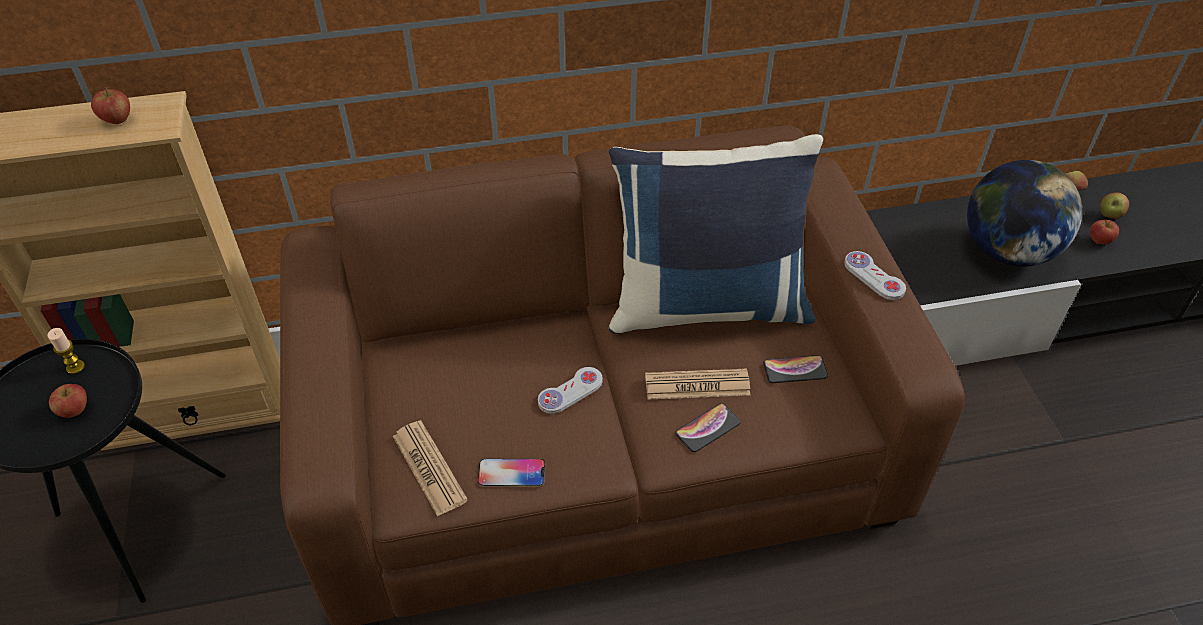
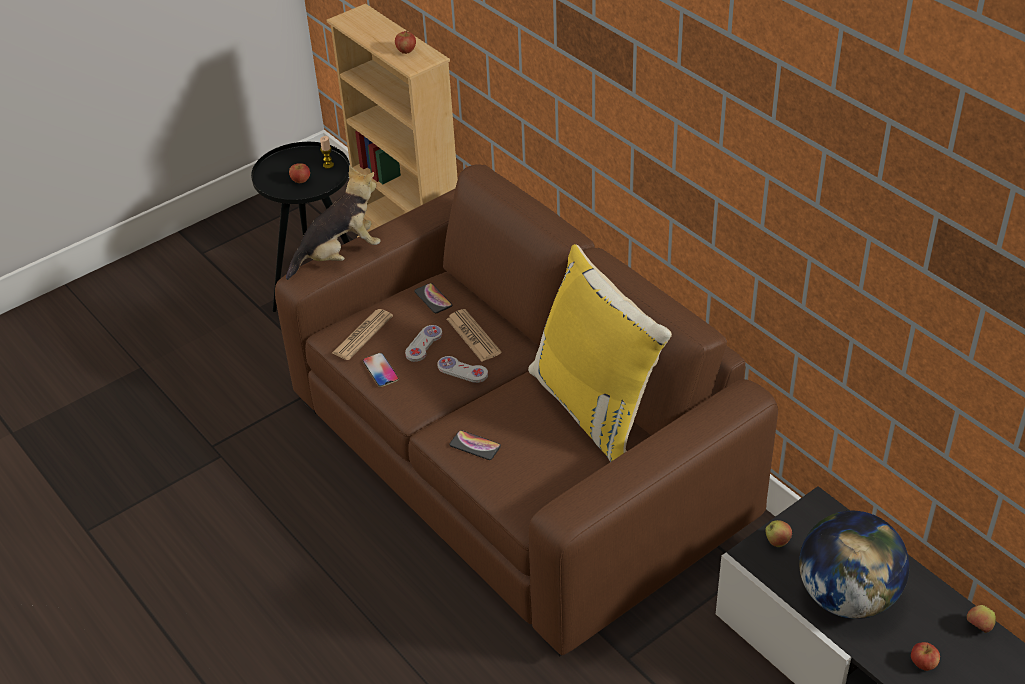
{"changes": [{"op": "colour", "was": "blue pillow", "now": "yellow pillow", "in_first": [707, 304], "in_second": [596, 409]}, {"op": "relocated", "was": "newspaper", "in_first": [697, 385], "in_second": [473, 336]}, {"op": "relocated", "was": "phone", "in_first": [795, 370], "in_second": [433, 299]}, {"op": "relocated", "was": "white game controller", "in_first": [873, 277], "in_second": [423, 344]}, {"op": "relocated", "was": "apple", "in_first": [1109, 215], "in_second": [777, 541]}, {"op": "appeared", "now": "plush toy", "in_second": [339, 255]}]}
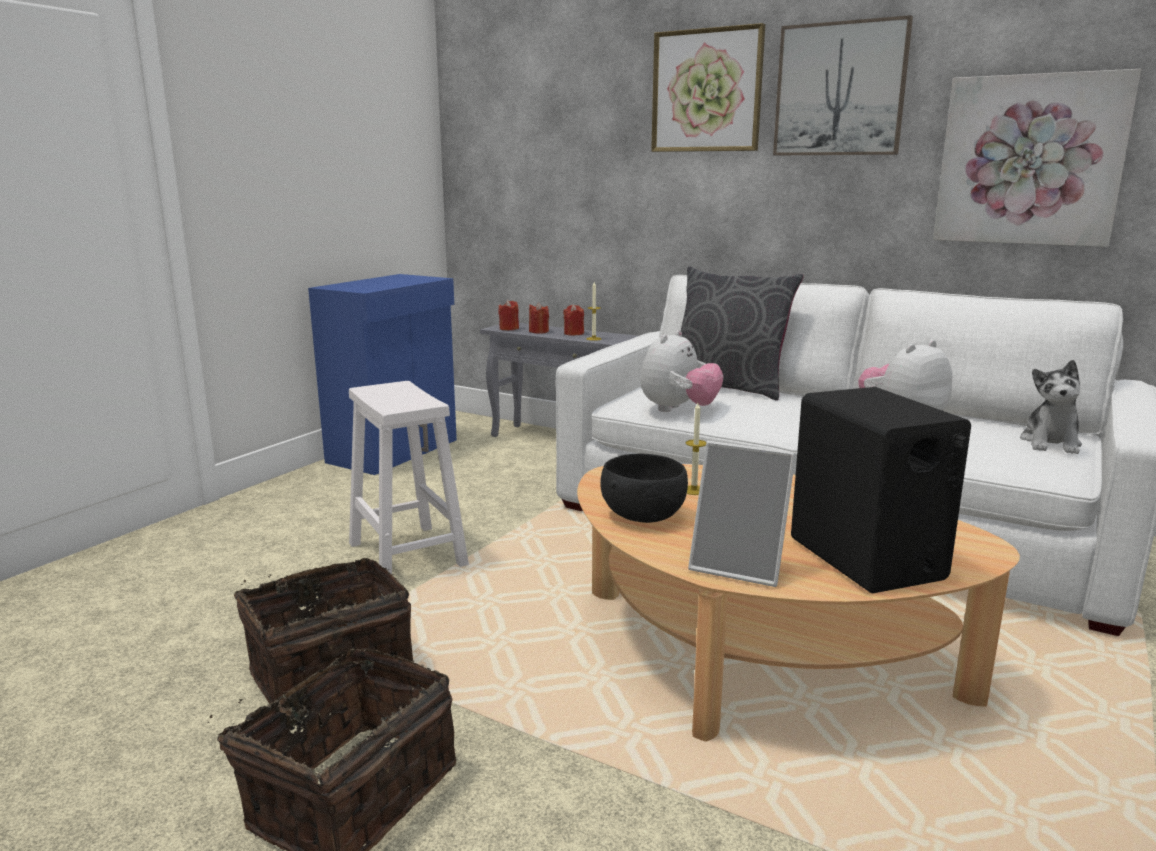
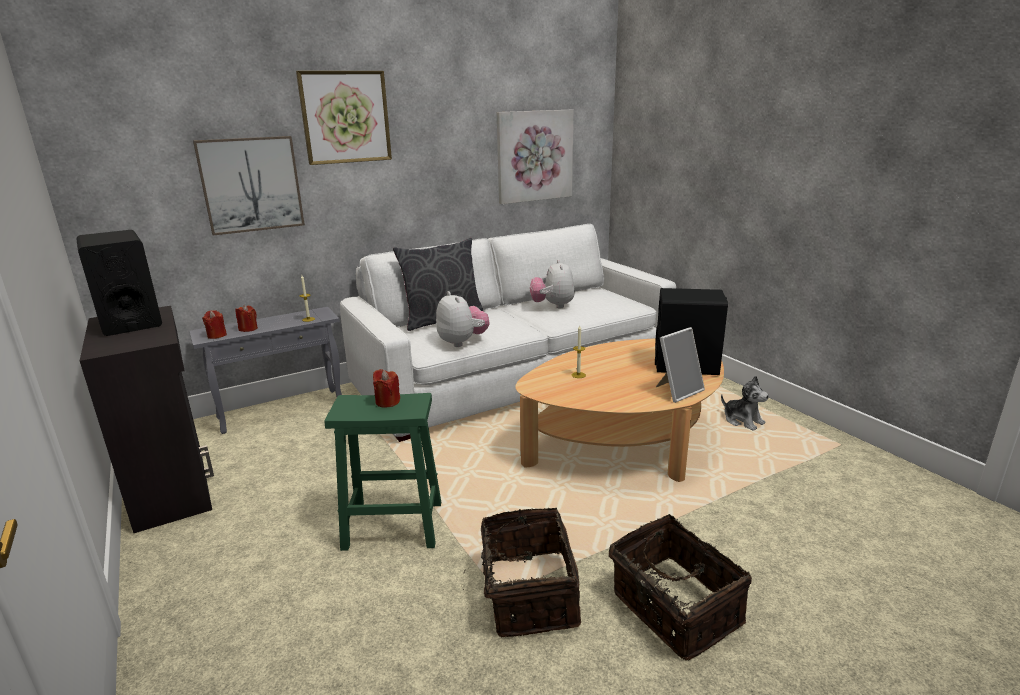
{"changes": [{"op": "colour", "was": "blue cabinet", "now": "black cabinet", "in_first": [395, 451], "in_second": [173, 487]}, {"op": "colour", "was": "white stool", "now": "green stool", "in_first": [406, 553], "in_second": [391, 525]}, {"op": "relocated", "was": "red candle", "in_first": [574, 333], "in_second": [387, 402]}, {"op": "missing", "was": "black bowl", "in_first": [642, 515]}, {"op": "relocated", "was": "picture", "in_first": [840, 90], "in_second": [251, 184]}, {"op": "relocated", "was": "plush toy", "in_first": [1050, 443], "in_second": [742, 421]}, {"op": "appeared", "now": "black speaker", "in_second": [130, 321]}]}
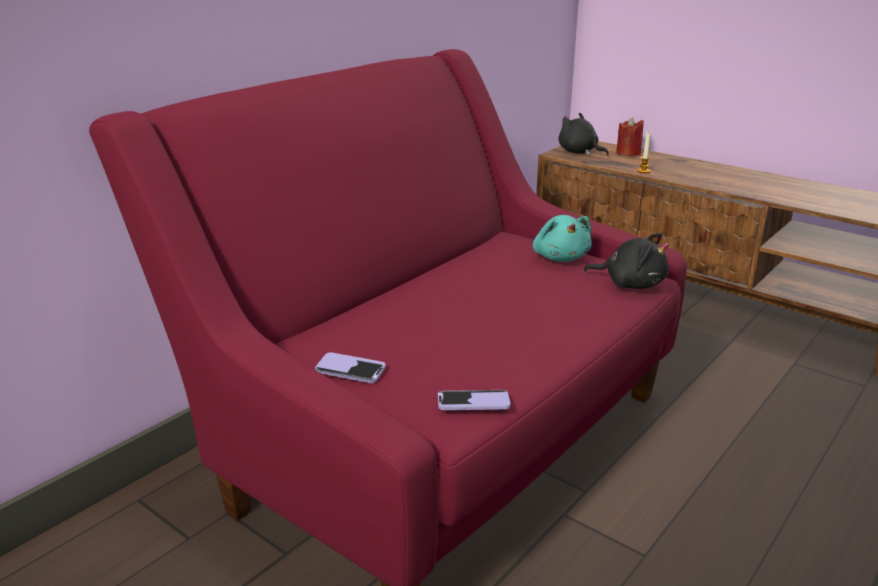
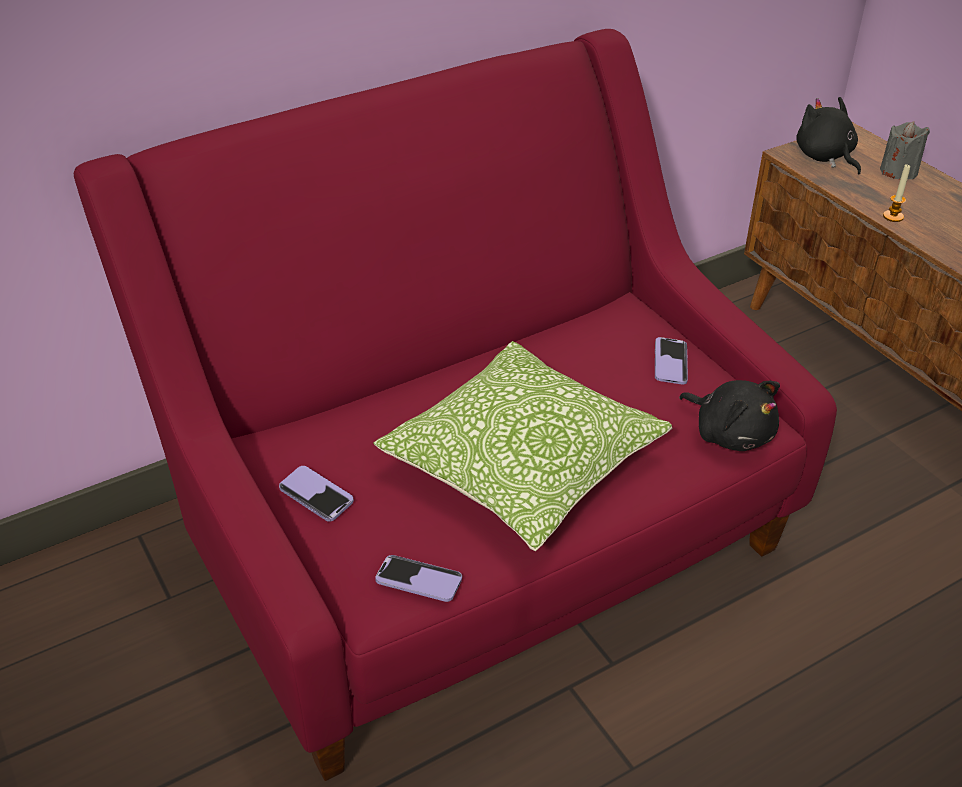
{"changes": [{"op": "exchanged", "was": "turquoise plush toy", "now": "phone", "in_first": [560, 257], "in_second": [670, 362]}, {"op": "colour", "was": "red candle", "now": "grey candle", "in_first": [628, 153], "in_second": [898, 171]}, {"op": "appeared", "now": "pillow", "in_second": [523, 464]}]}
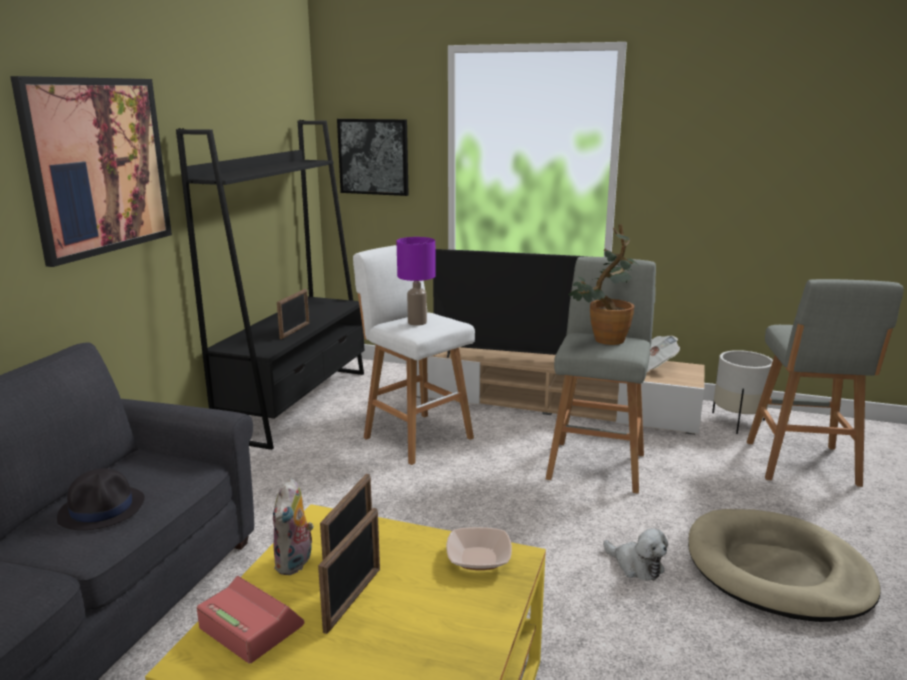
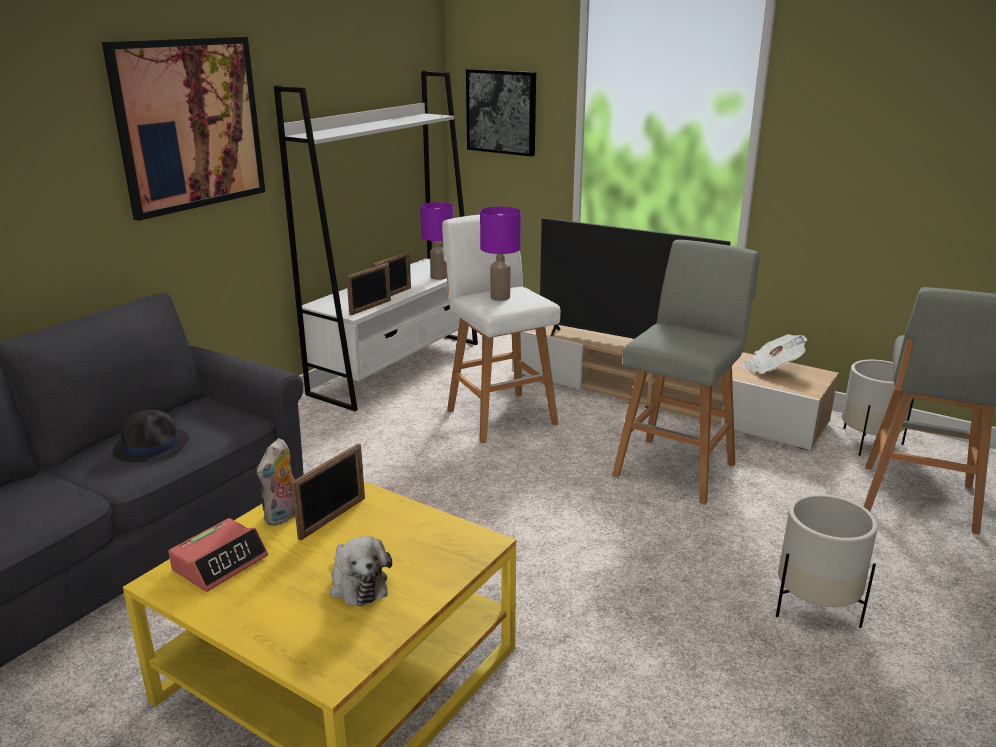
{"changes": [{"op": "colour", "was": "black bookcase", "now": "white bookcase", "in_first": [296, 403], "in_second": [398, 367]}, {"op": "spun", "was": "alarm clock", "in_first": [250, 627], "in_second": [220, 563], "clockwise": 75}, {"op": "relocated", "was": "picture frame", "in_first": [353, 599], "in_second": [370, 307]}, {"op": "missing", "was": "bowl", "in_first": [478, 558]}, {"op": "missing", "was": "potted plant", "in_first": [602, 341]}, {"op": "relocated", "was": "plush toy", "in_first": [636, 566], "in_second": [357, 583]}, {"op": "exchanged", "was": "beige dog bed", "now": "white planter", "in_first": [777, 570], "in_second": [815, 607]}, {"op": "appeared", "now": "purple table lamp", "in_second": [438, 277]}]}
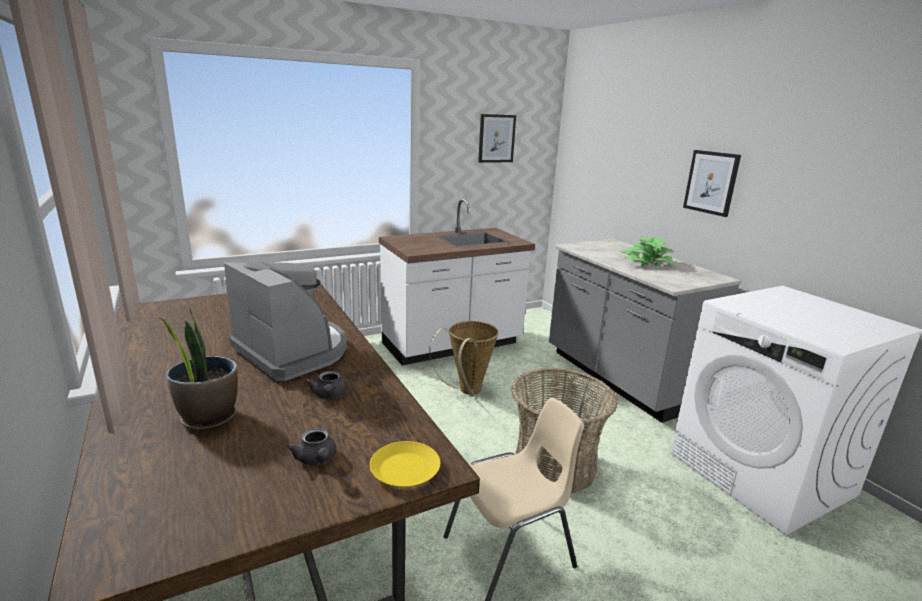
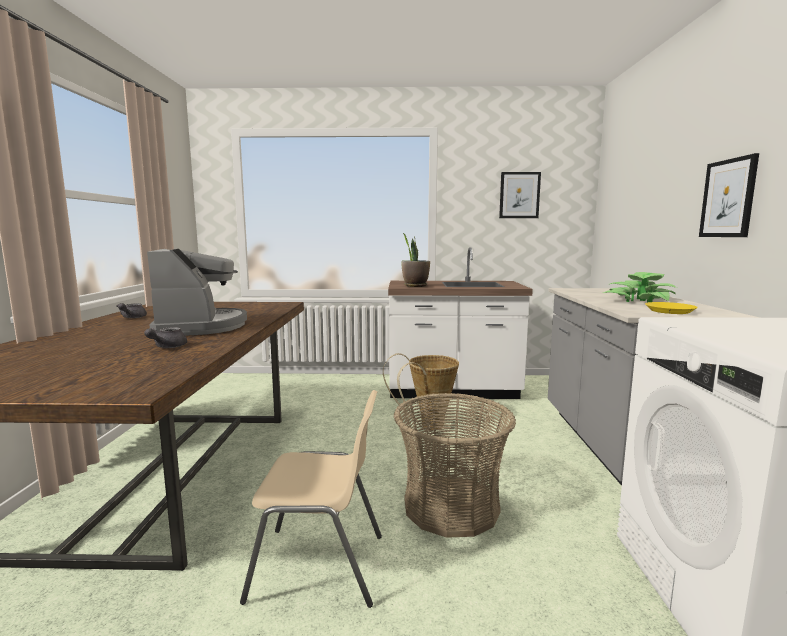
{"changes": [{"op": "relocated", "was": "potted plant", "in_first": [208, 418], "in_second": [415, 286]}, {"op": "relocated", "was": "grey teapot", "in_first": [316, 460], "in_second": [132, 317]}, {"op": "relocated", "was": "yellow plate", "in_first": [404, 469], "in_second": [669, 311]}]}
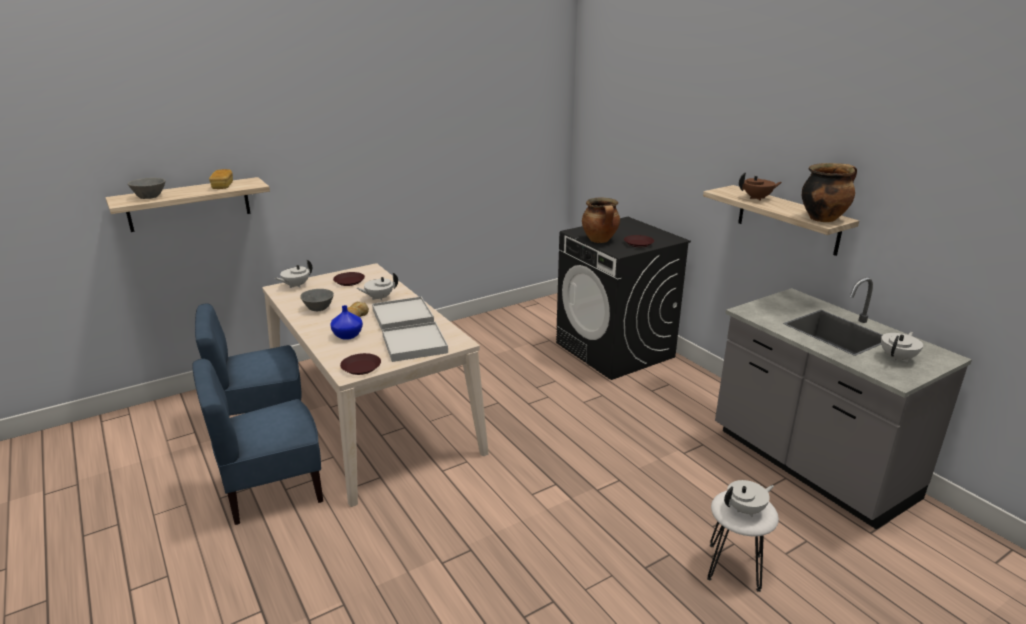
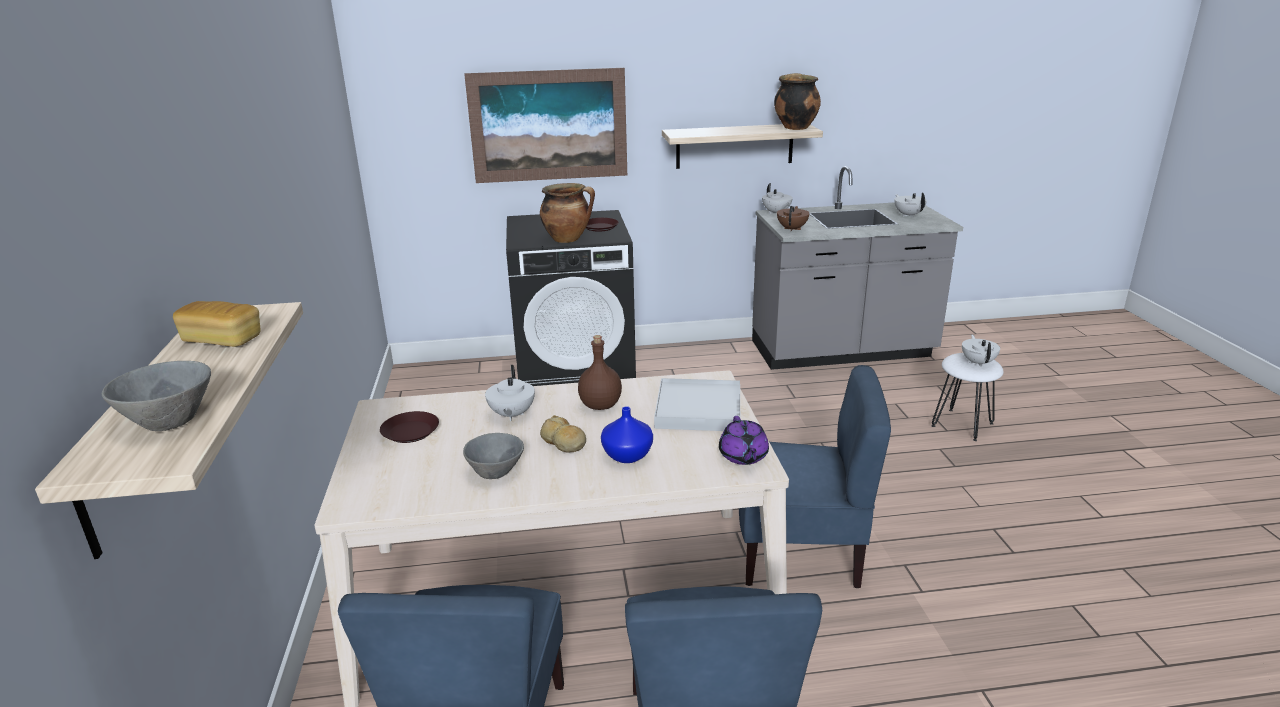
{"changes": [{"op": "relocated", "was": "white teapot", "in_first": [296, 286], "in_second": [776, 213]}, {"op": "exchanged", "was": "brown plate", "now": "purple teapot", "in_first": [361, 367], "in_second": [743, 456]}, {"op": "exchanged", "was": "white tray", "now": "brown bottle", "in_first": [402, 317], "in_second": [600, 406]}, {"op": "relocated", "was": "brown teapot", "in_first": [757, 198], "in_second": [792, 229]}, {"op": "appeared", "now": "picture", "in_second": [548, 126]}, {"op": "appeared", "now": "blue chair", "in_second": [800, 553]}]}
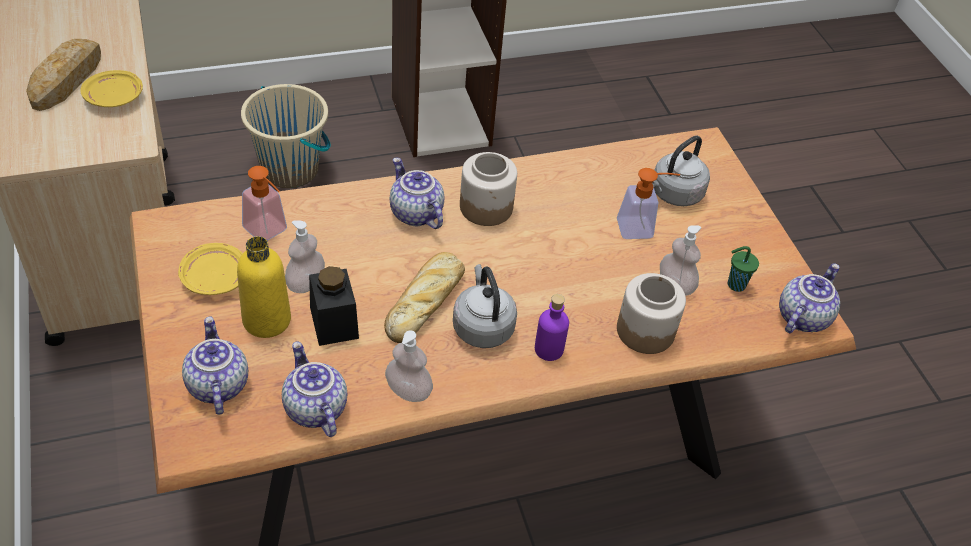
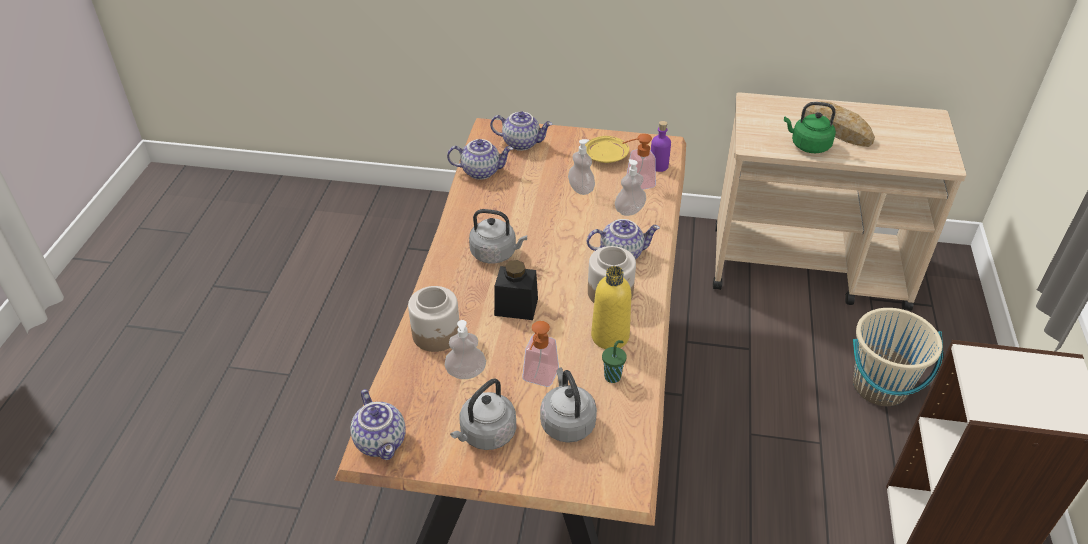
{"changes": [{"op": "exchanged", "was": "yellow plate", "now": "green kettle", "in_first": [115, 97], "in_second": [808, 145]}, {"op": "relocated", "was": "yellow bottle", "in_first": [266, 320], "in_second": [610, 336]}, {"op": "relocated", "was": "black jar", "in_first": [334, 323], "in_second": [516, 307]}, {"op": "missing", "was": "bread", "in_first": [426, 300]}, {"op": "relocated", "was": "soap dispenser", "in_first": [408, 391], "in_second": [629, 210]}, {"op": "relocated", "was": "purple bottle", "in_first": [548, 349], "in_second": [658, 166]}, {"op": "relocated", "was": "green cup", "in_first": [735, 284], "in_second": [613, 376]}, {"op": "appeared", "now": "grey kettle", "in_second": [486, 435]}]}
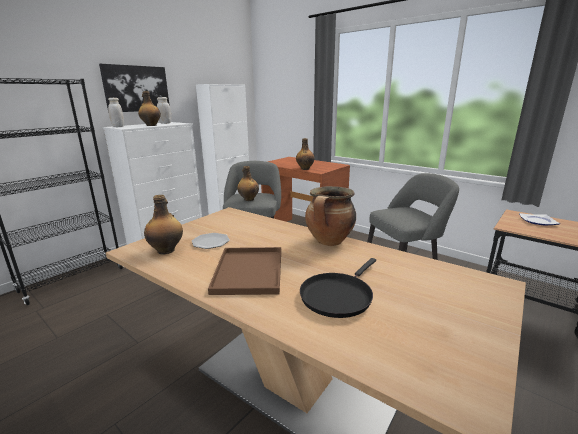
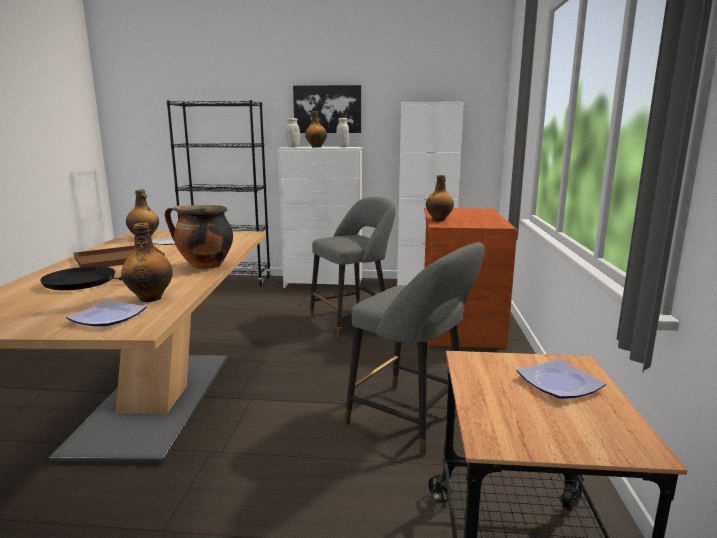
{"changes": [{"op": "relocated", "was": "bottle", "in_first": [248, 199], "in_second": [150, 298]}, {"op": "appeared", "now": "plate", "in_second": [106, 318]}]}
